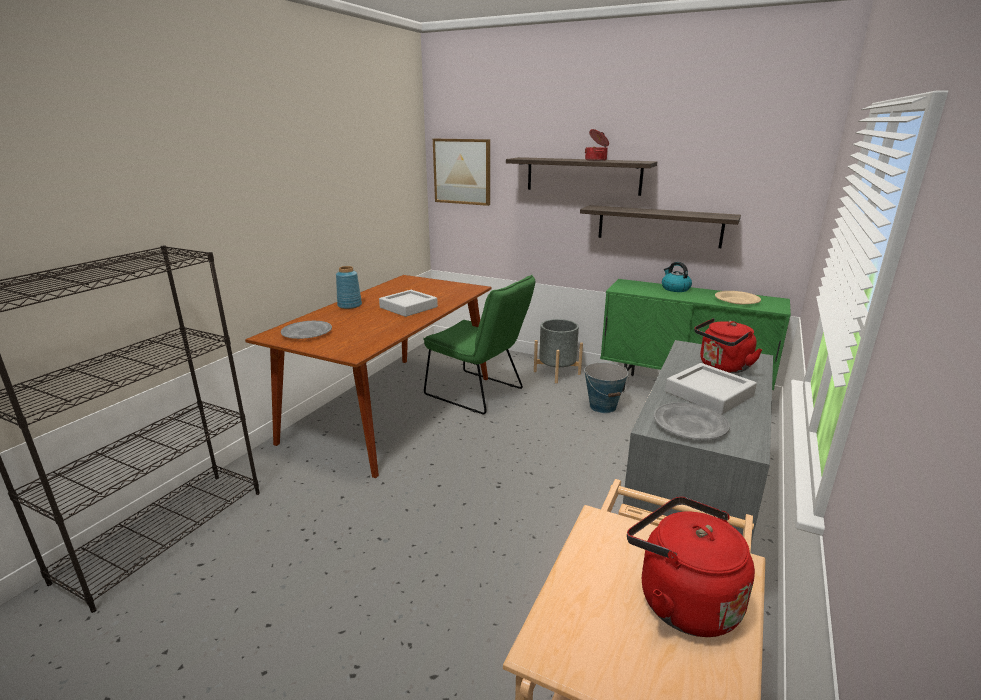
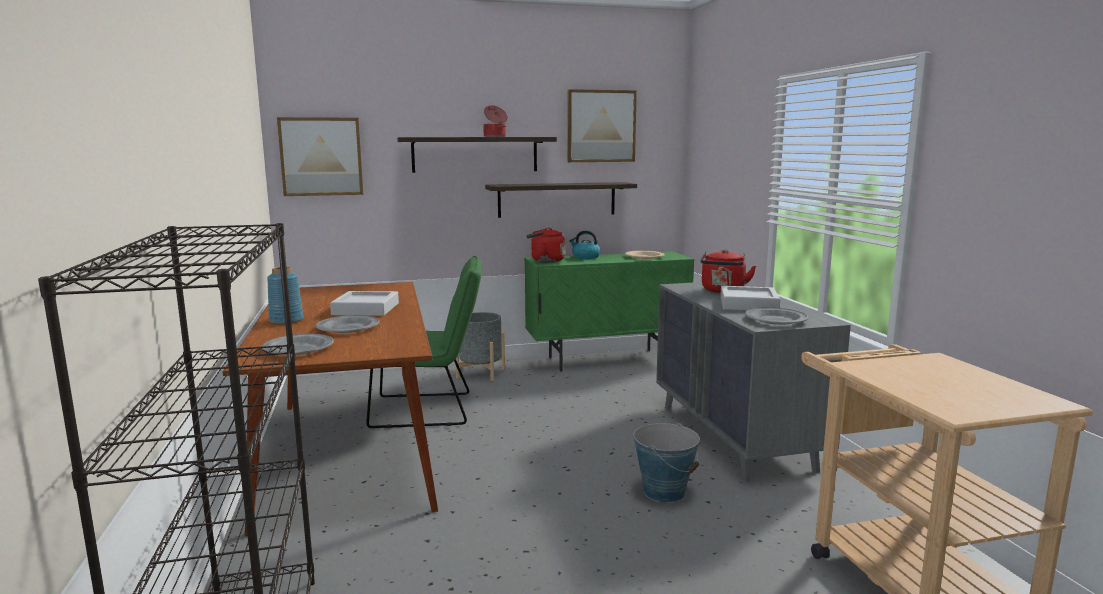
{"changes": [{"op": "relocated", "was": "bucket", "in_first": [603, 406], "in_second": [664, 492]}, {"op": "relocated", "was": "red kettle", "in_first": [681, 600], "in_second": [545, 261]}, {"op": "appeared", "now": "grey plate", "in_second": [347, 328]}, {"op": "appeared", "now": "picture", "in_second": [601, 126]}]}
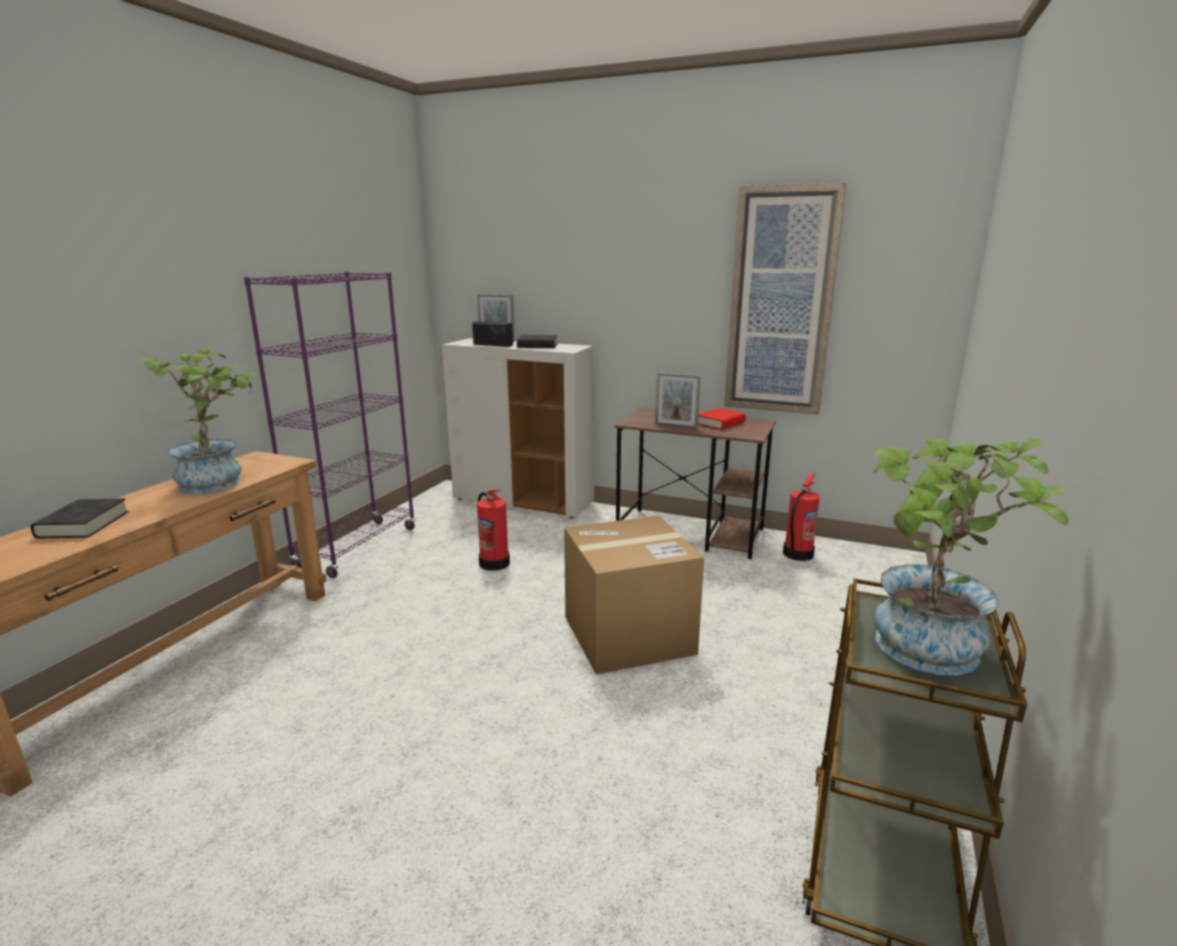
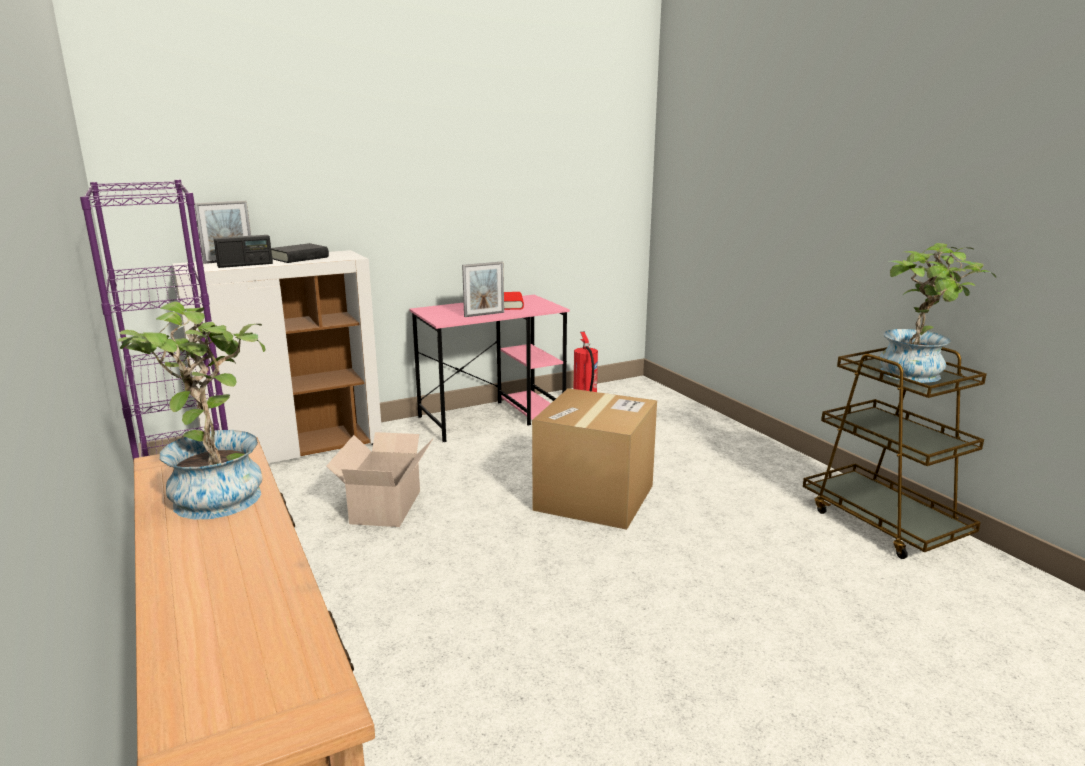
{"changes": [{"op": "missing", "was": "black book", "in_first": [83, 524]}, {"op": "exchanged", "was": "fire extinguisher", "now": "cardboard box", "in_first": [494, 562], "in_second": [387, 505]}, {"op": "colour", "was": "brown desk", "now": "pink desk", "in_first": [691, 532], "in_second": [493, 417]}, {"op": "missing", "was": "picture", "in_first": [781, 303]}]}
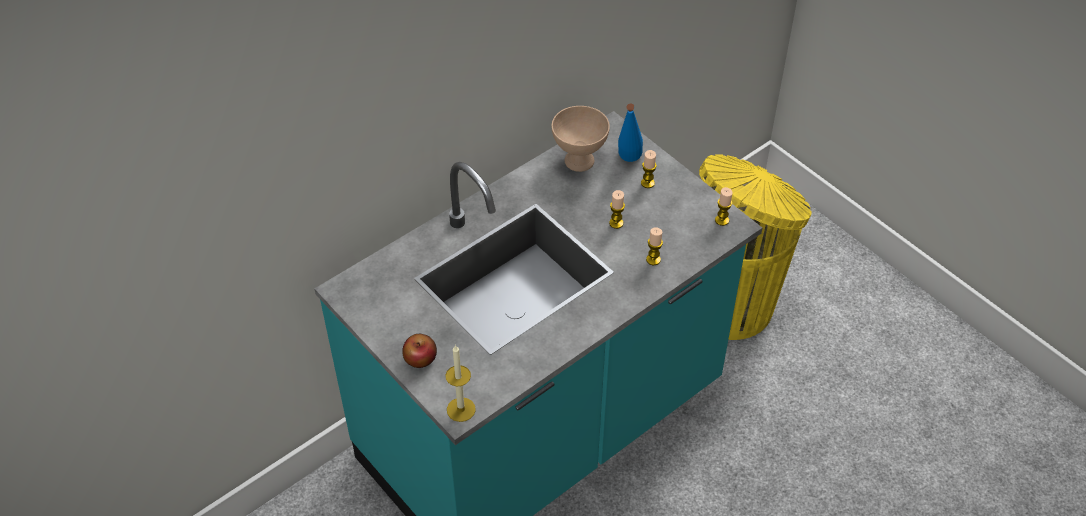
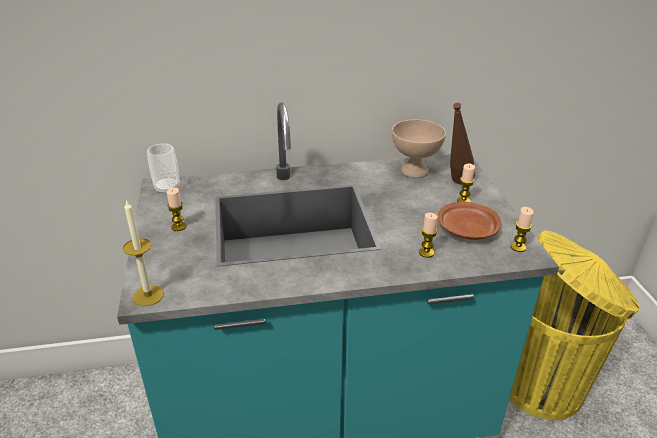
{"changes": [{"op": "missing", "was": "apple", "in_first": [420, 358]}, {"op": "relocated", "was": "candle", "in_first": [616, 223], "in_second": [179, 227]}, {"op": "colour", "was": "blue bottle", "now": "brown bottle", "in_first": [628, 164], "in_second": [455, 184]}, {"op": "appeared", "now": "cup", "in_second": [167, 189]}, {"op": "appeared", "now": "brown plate", "in_second": [466, 230]}]}
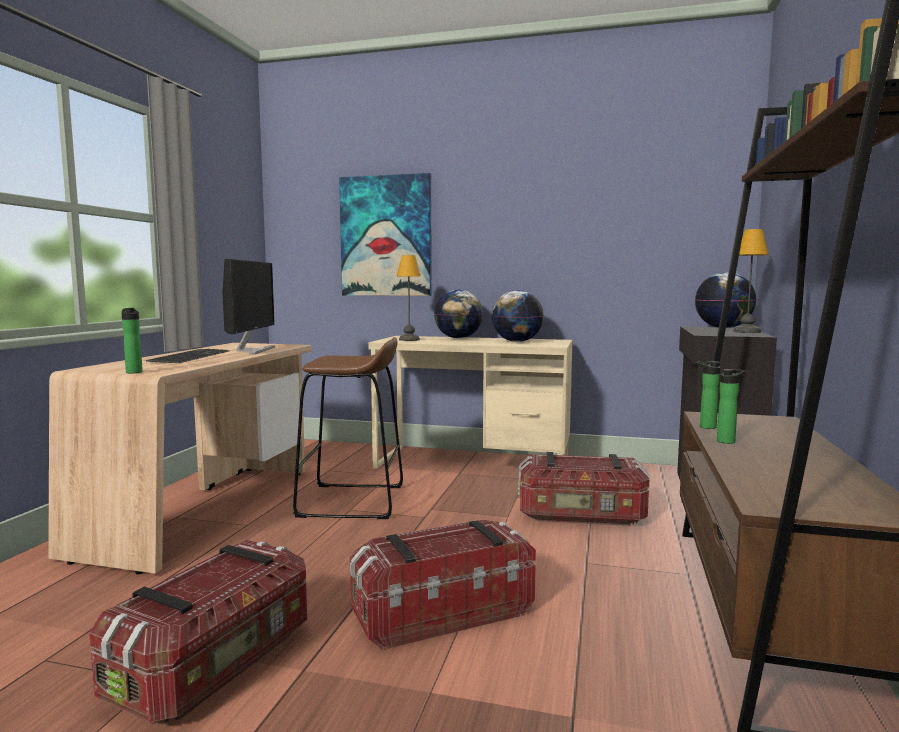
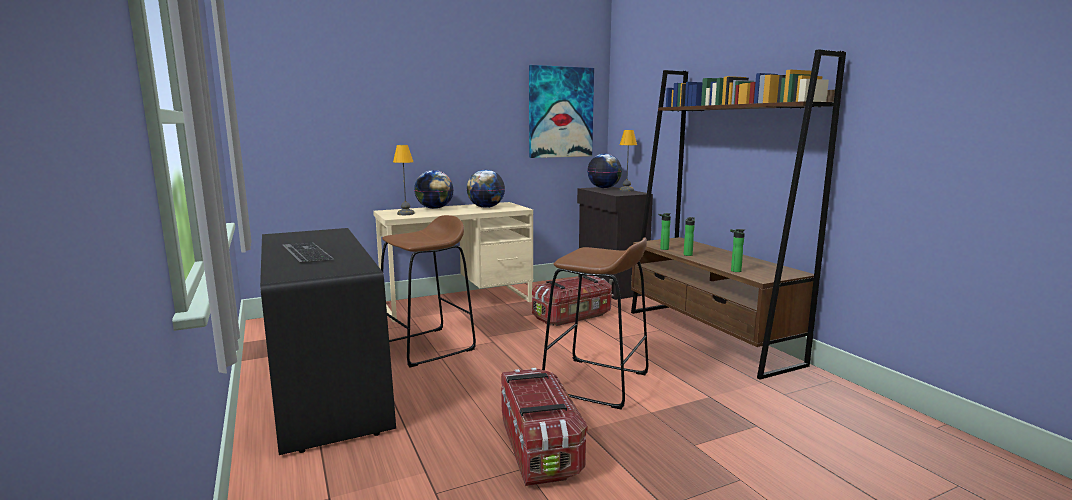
{"changes": [{"op": "colour", "was": "beige desk", "now": "black desk", "in_first": [206, 509], "in_second": [326, 384]}, {"op": "relocated", "was": "bottle", "in_first": [133, 372], "in_second": [734, 271]}, {"op": "missing", "was": "monitor", "in_first": [252, 350]}, {"op": "relocated", "was": "picture", "in_first": [386, 236], "in_second": [560, 112]}, {"op": "exchanged", "was": "storage box", "now": "brown stool", "in_first": [441, 613], "in_second": [596, 383]}]}
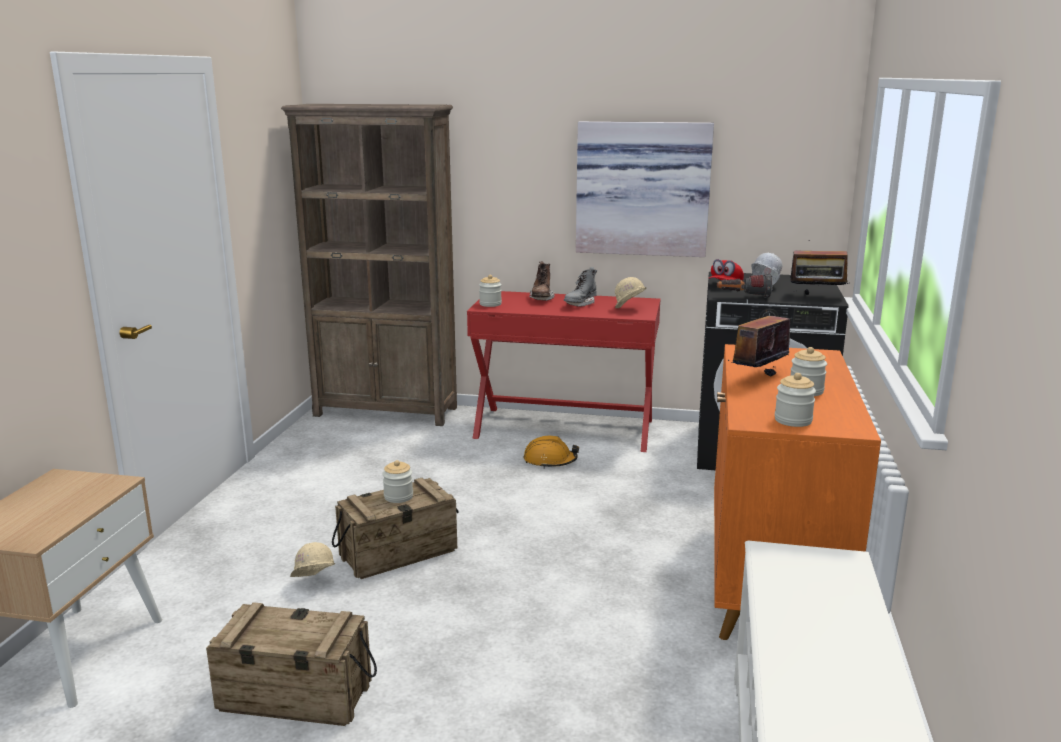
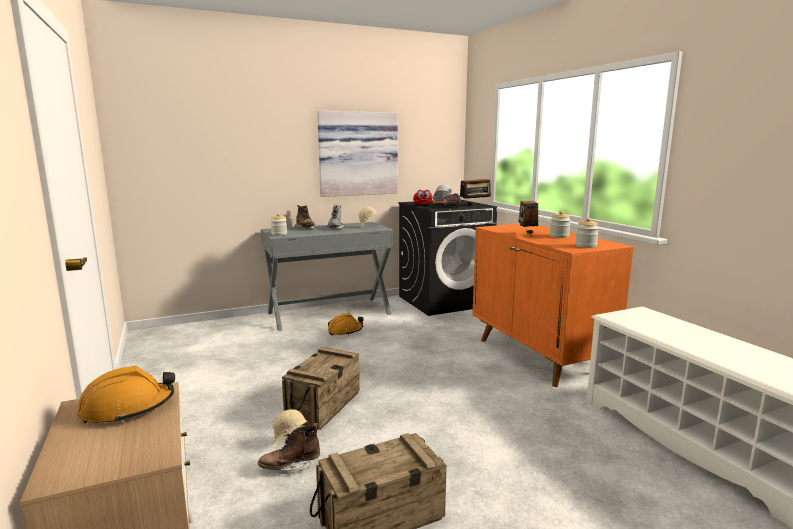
{"changes": [{"op": "missing", "was": "brown bookcase", "in_first": [386, 412]}, {"op": "missing", "was": "jar", "in_first": [398, 497]}, {"op": "colour", "was": "red desk", "now": "grey desk", "in_first": [565, 428], "in_second": [329, 313]}, {"op": "appeared", "now": "orange hard hat", "in_second": [128, 408]}, {"op": "appeared", "now": "brown boot", "in_second": [290, 466]}]}
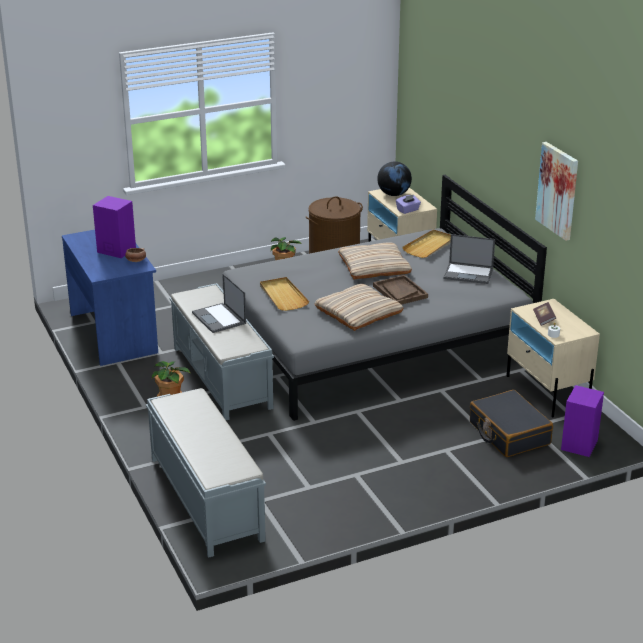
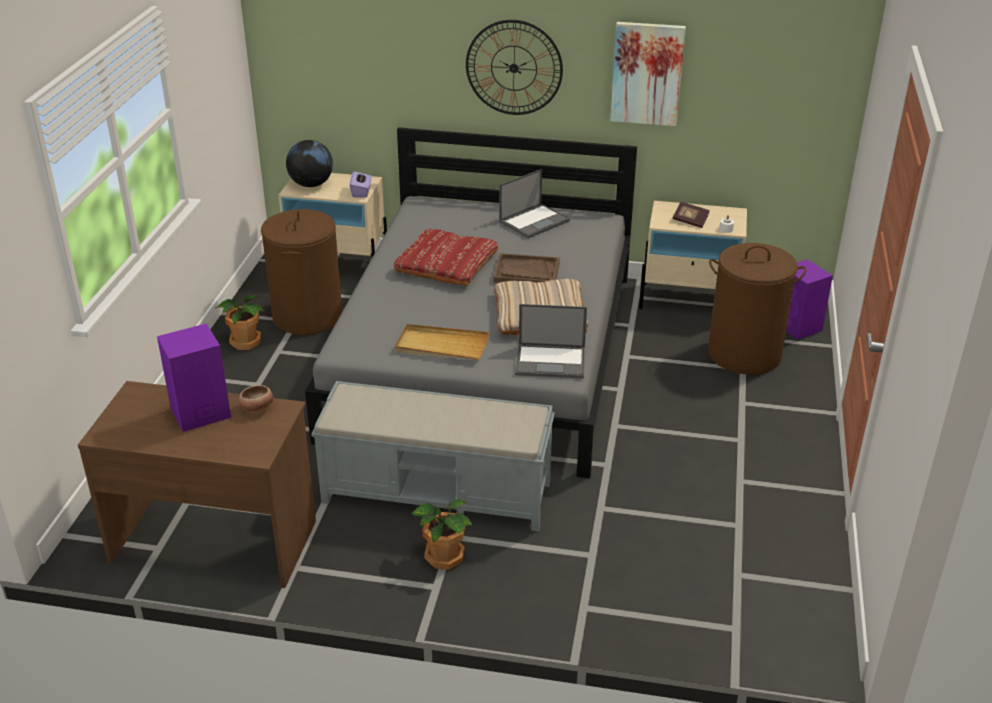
{"changes": [{"op": "colour", "was": "blue desk", "now": "brown desk", "in_first": [114, 333], "in_second": [214, 539]}, {"op": "missing", "was": "grey bench", "in_first": [205, 498]}, {"op": "relocated", "was": "laptop", "in_first": [219, 318], "in_second": [551, 361]}, {"op": "colour", "was": "beige pillow", "now": "red pillow", "in_first": [374, 266], "in_second": [446, 264]}, {"op": "missing", "was": "beige tray", "in_first": [430, 246]}, {"op": "exchanged", "was": "black suitcase", "now": "brown laundry basket", "in_first": [508, 433], "in_second": [744, 354]}, {"op": "appeared", "now": "wall clock", "in_second": [514, 68]}]}
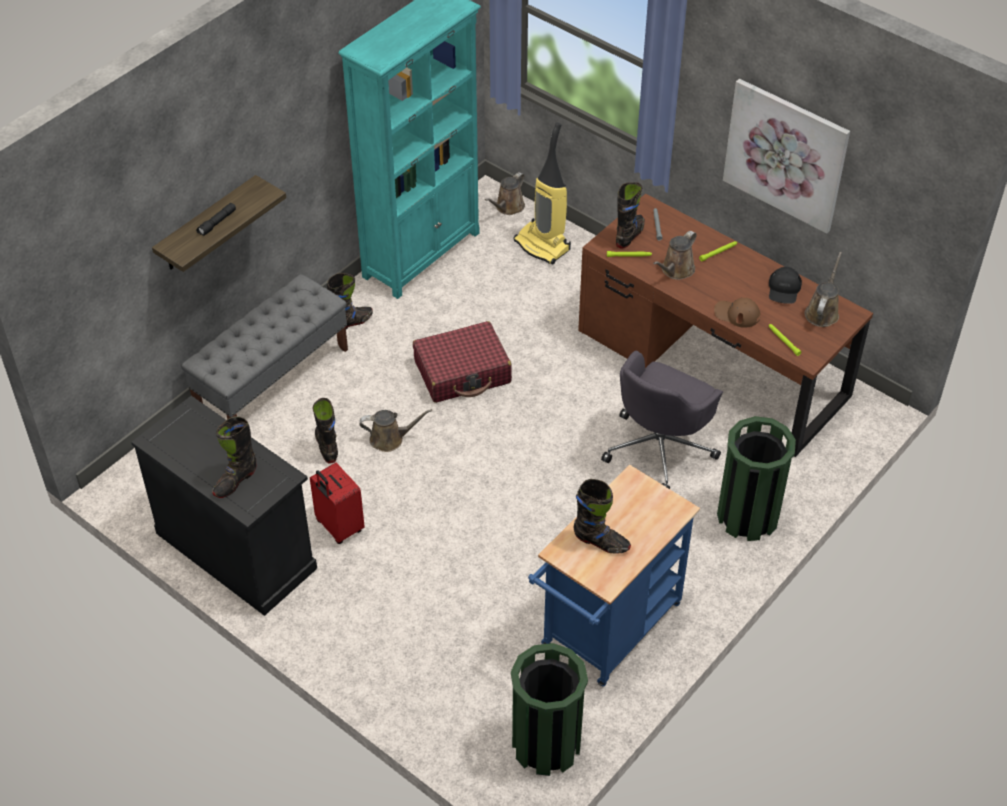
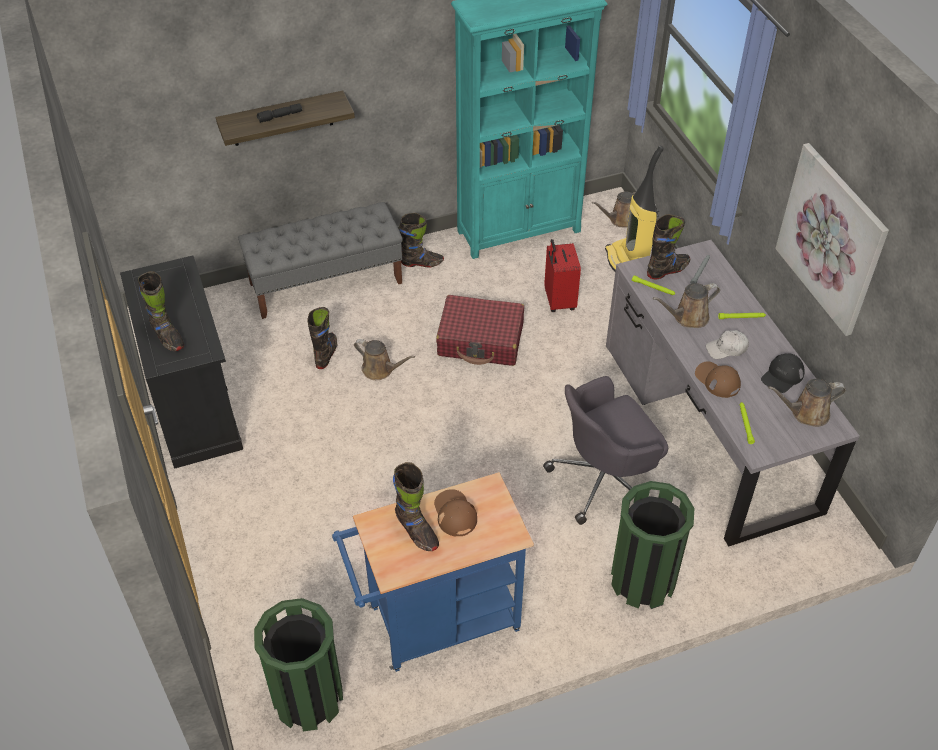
{"changes": [{"op": "spun", "was": "black boot", "in_first": [235, 481], "in_second": [167, 337], "clockwise": -105}, {"op": "relocated", "was": "red suitcase", "in_first": [338, 527], "in_second": [558, 301]}, {"op": "colour", "was": "brown desk", "now": "grey desk", "in_first": [712, 364], "in_second": [709, 426]}, {"op": "spun", "was": "brown watering can", "in_first": [822, 312], "in_second": [806, 413], "clockwise": -150}, {"op": "appeared", "now": "brown cap", "in_second": [455, 514]}, {"op": "appeared", "now": "white cap", "in_second": [726, 349]}]}
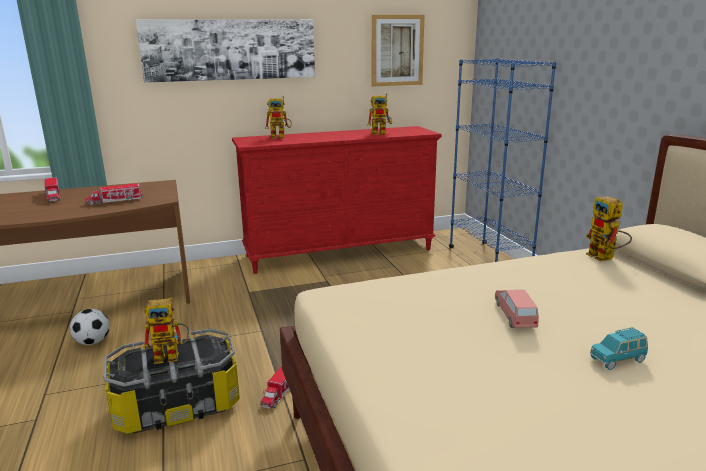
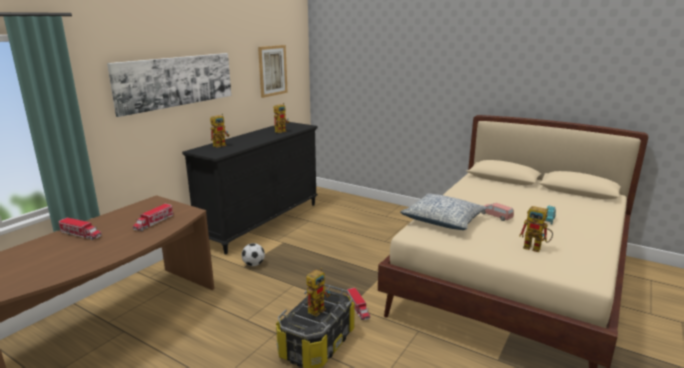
{"changes": [{"op": "relocated", "was": "football", "in_first": [93, 342], "in_second": [253, 264]}, {"op": "colour", "was": "red dresser", "now": "black dresser", "in_first": [340, 252], "in_second": [262, 222]}, {"op": "missing", "was": "blue bookcase", "in_first": [489, 260]}, {"op": "relocated", "was": "toy robot", "in_first": [605, 258], "in_second": [536, 248]}, {"op": "appeared", "now": "pillow", "in_second": [443, 220]}]}
